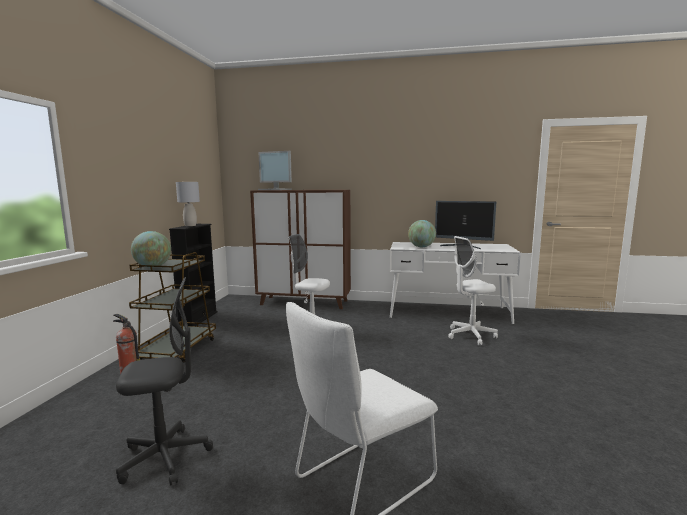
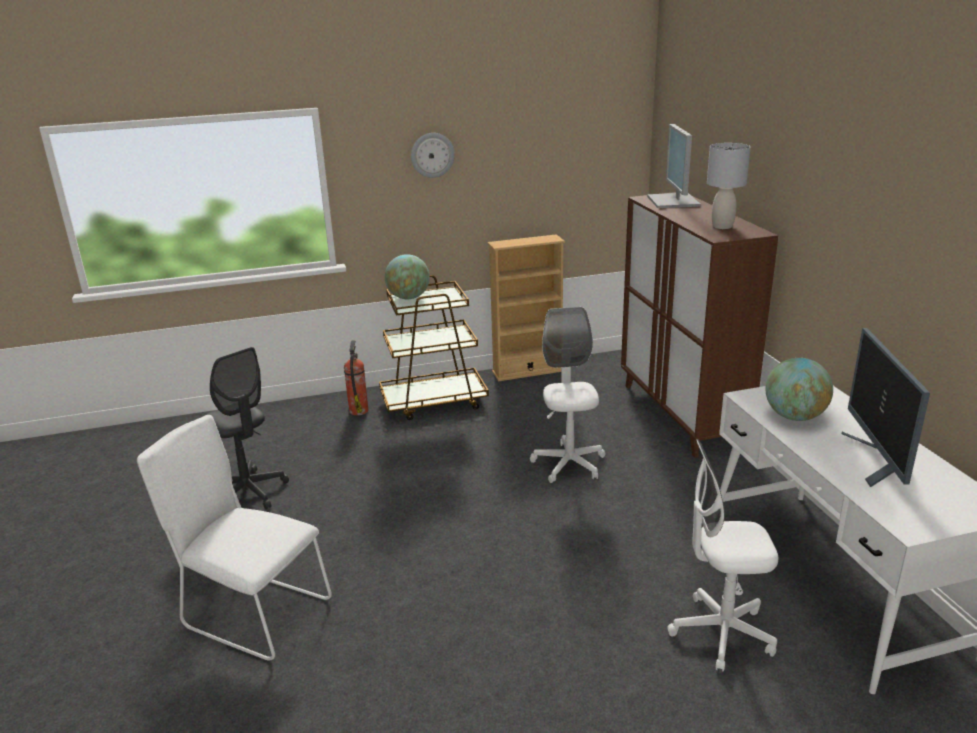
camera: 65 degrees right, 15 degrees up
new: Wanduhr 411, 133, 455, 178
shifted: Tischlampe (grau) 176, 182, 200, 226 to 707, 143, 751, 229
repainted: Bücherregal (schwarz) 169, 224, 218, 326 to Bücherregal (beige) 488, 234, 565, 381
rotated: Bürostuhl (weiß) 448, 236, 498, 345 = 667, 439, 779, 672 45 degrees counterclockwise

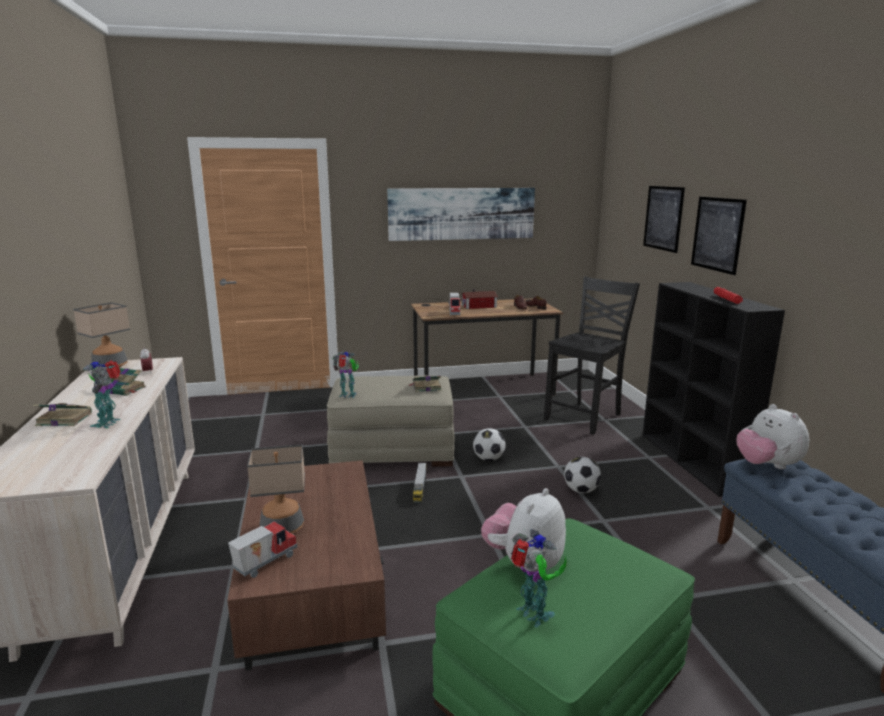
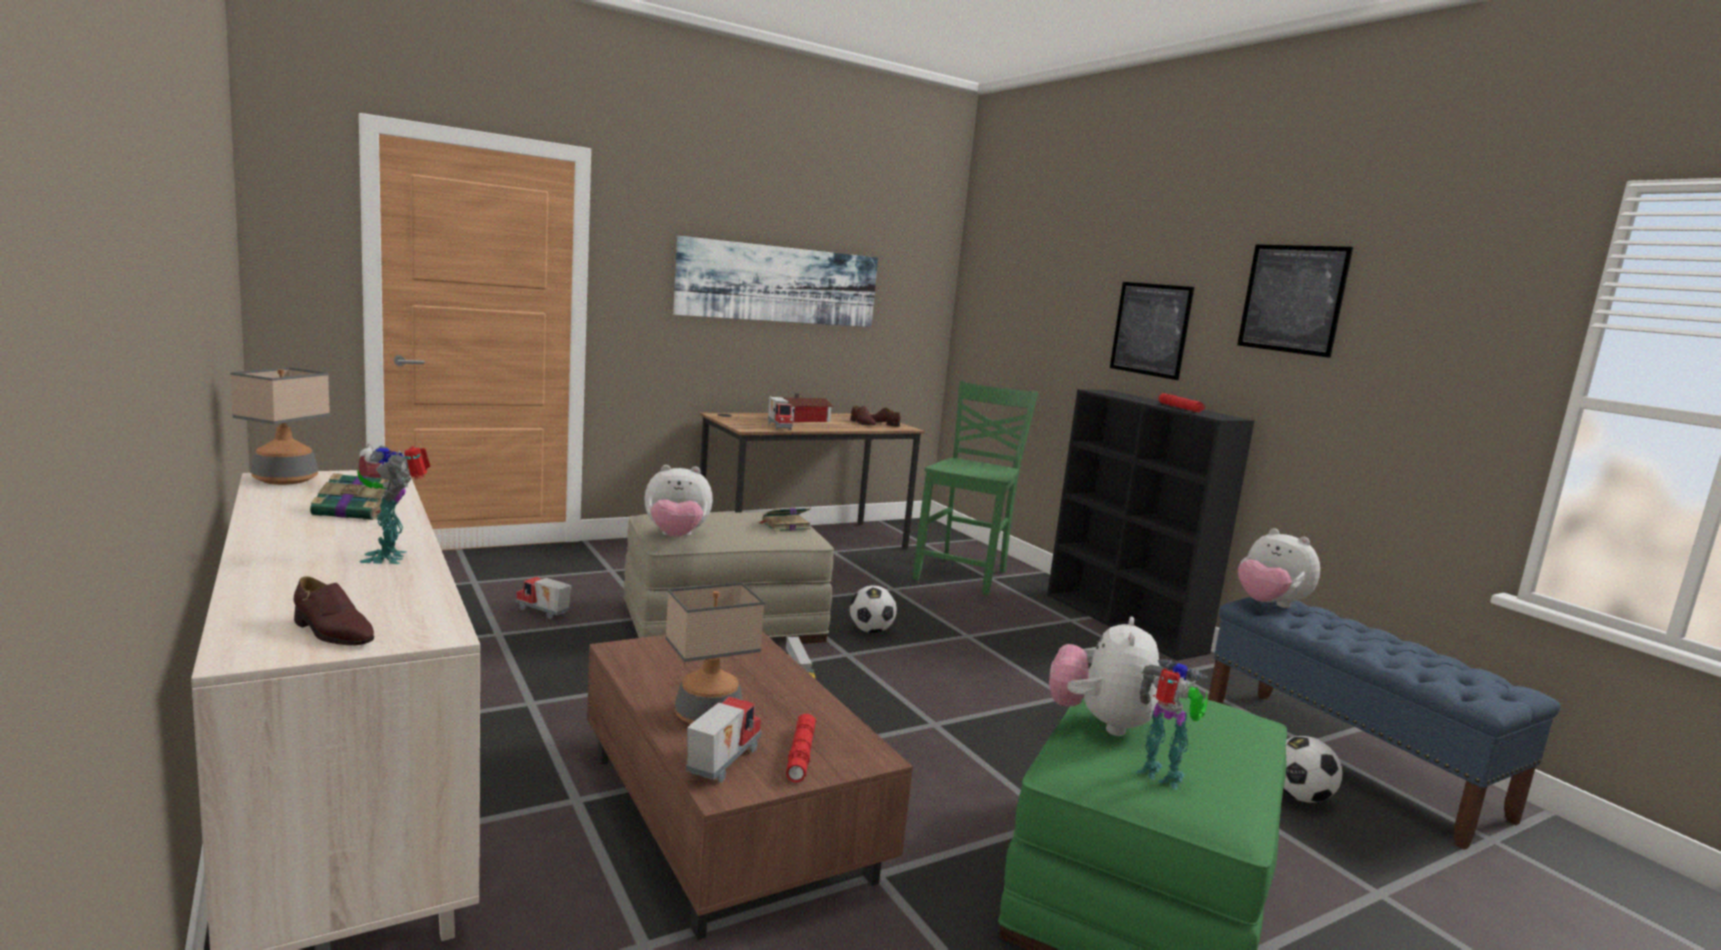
camera: 20 degrees left, 5 degrees down
gone: Buch 33, 403, 92, 426
new: Schuh (braun) 294, 576, 374, 646; Spielzeuglaster 516, 577, 572, 619; Taschenlampe (rot) 786, 714, 816, 783
shifted: Bild 643, 186, 685, 253 to 1237, 244, 1353, 358; Fußball 564, 457, 601, 493 to 1283, 736, 1343, 803
swapped: Spielzeugroboter 333, 351, 359, 398 to Plüschtier 644, 465, 713, 537
repainted: Stuhl (schwarz) 544, 276, 640, 434 to Stuhl (grün) 912, 381, 1038, 596

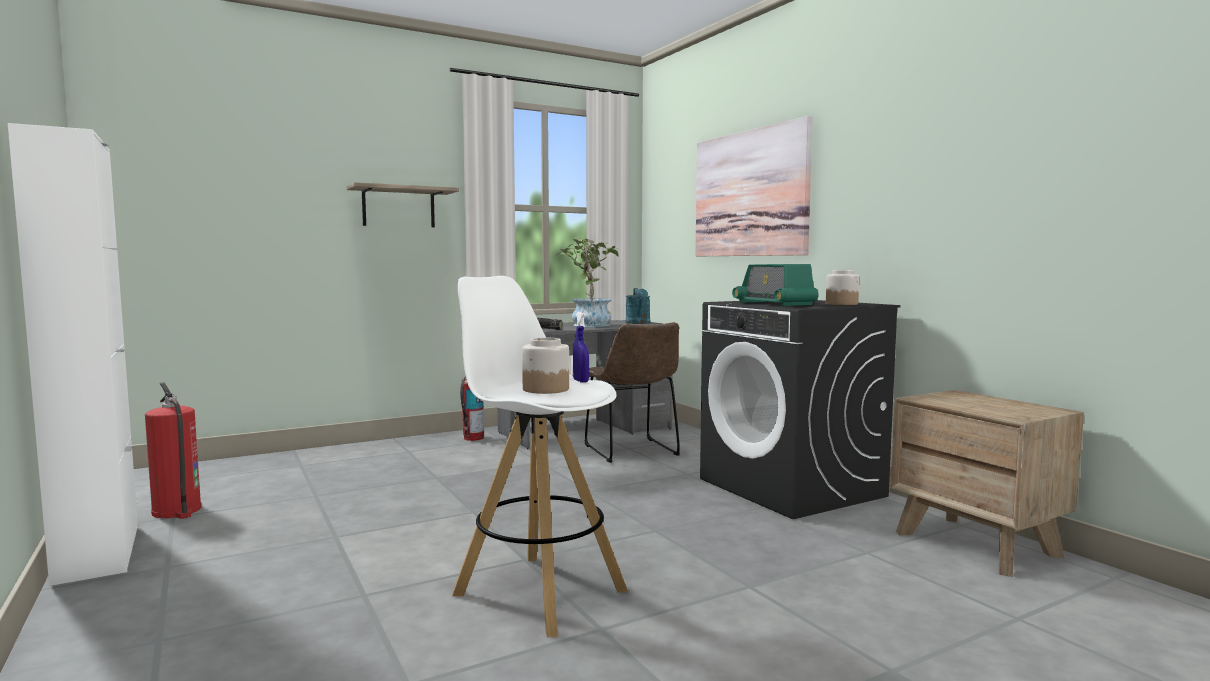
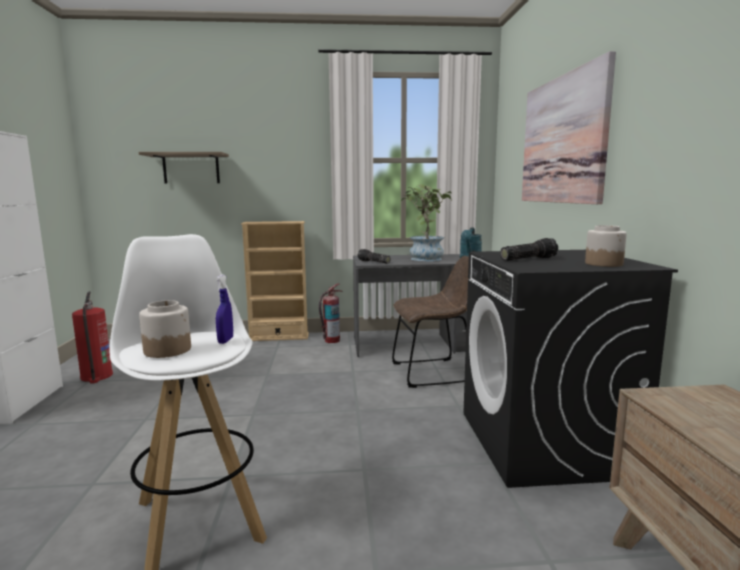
camera: 25 degrees right, 5 degrees up
new: Bücherregal (beige) 241, 221, 309, 341
shifted: Wandregal 347, 182, 459, 227 to 139, 152, 229, 184
swapped: Radio 732, 264, 819, 306 to Taschenlampe 500, 238, 558, 261
rotated: Stuhl (braun) 585, 322, 680, 463 = 392, 256, 469, 388 105 degrees counterclockwise

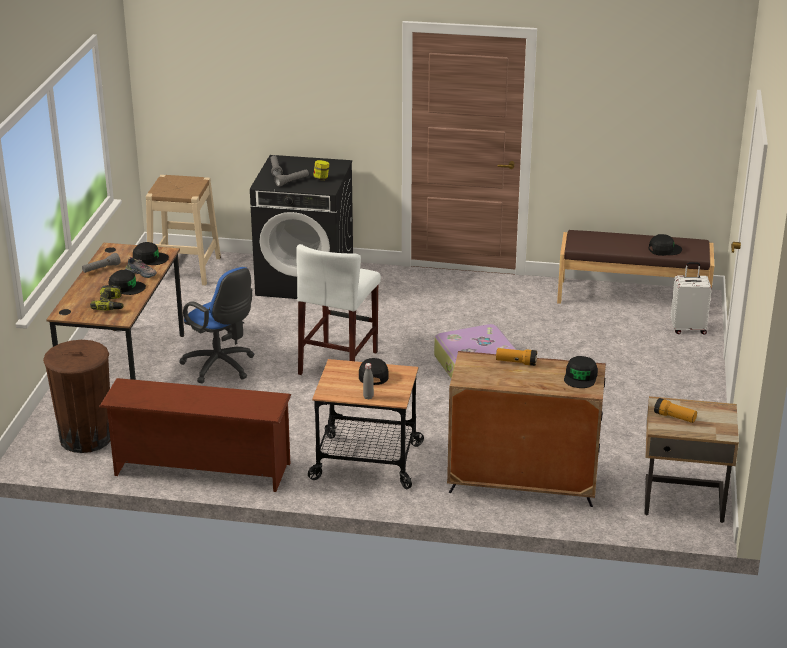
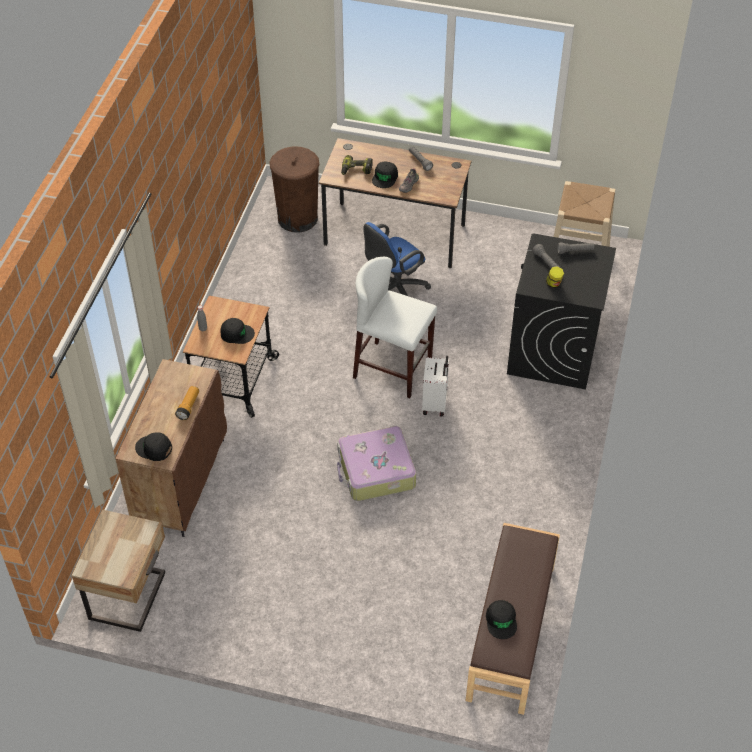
camera: 95 degrees right, 20 degrees up
gone: Kappe (schwarz) 133, 242, 169, 265; Schuhregal (braun) 99, 378, 291, 492; Taschenlampe 654, 398, 697, 423
shifted: Koffer (weiß) 670, 262, 712, 335 to 422, 356, 449, 417

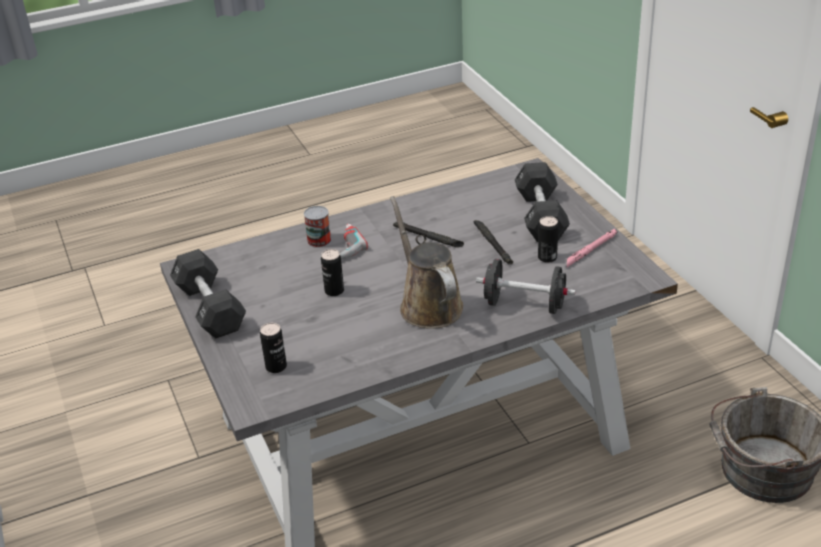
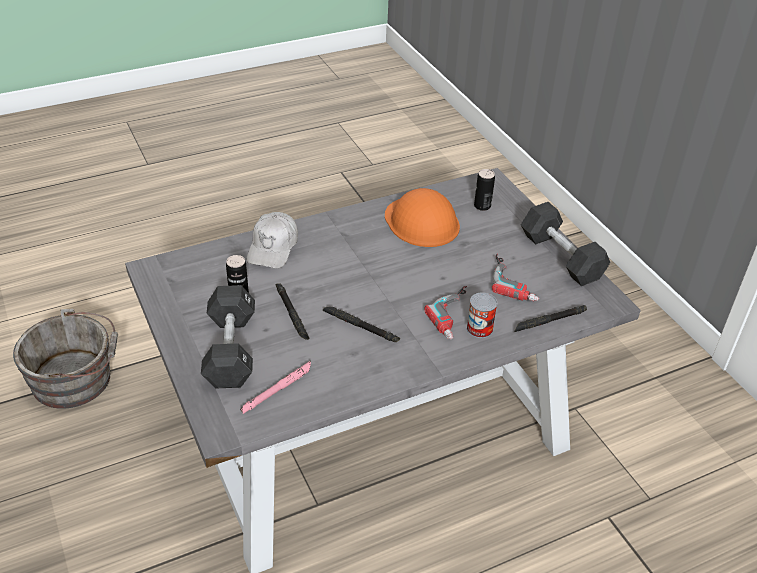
camera: 175 degrees right, 5 degrees up
gone: Gießkanne (braun) 390, 196, 463, 329; Dose 321, 249, 344, 296
new: Schutzhelm (orange) 385, 188, 460, 247; Bohrmaschine 492, 254, 539, 301; Taschenlampe (schwarz) 515, 305, 587, 332
shifted: Taschenlampe (rosa) 566, 228, 617, 268 to 240, 361, 311, 414
swapped: Hantel (schwarz) 476, 259, 575, 314 to Kappe (weiß) 247, 212, 298, 268

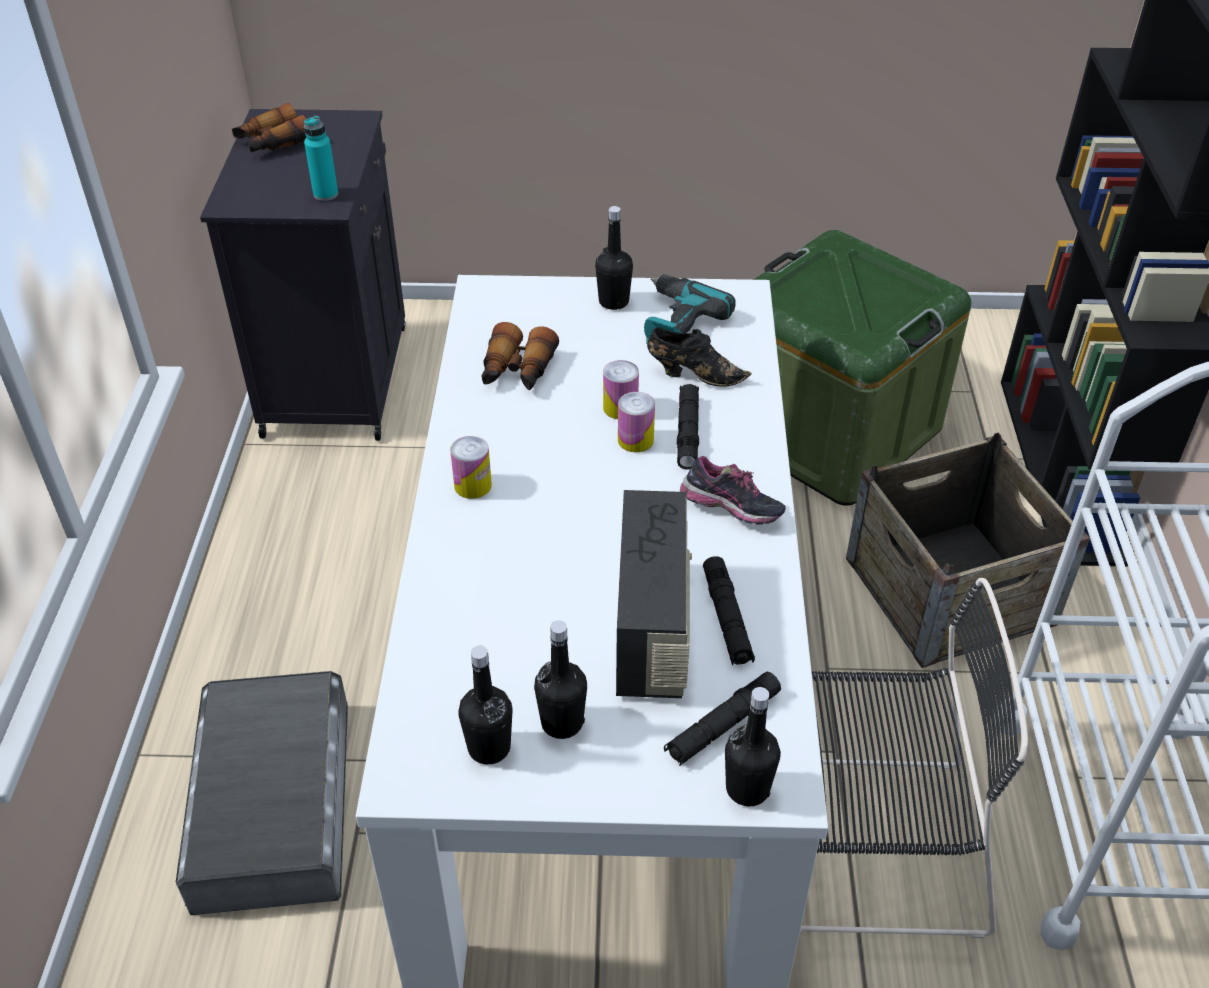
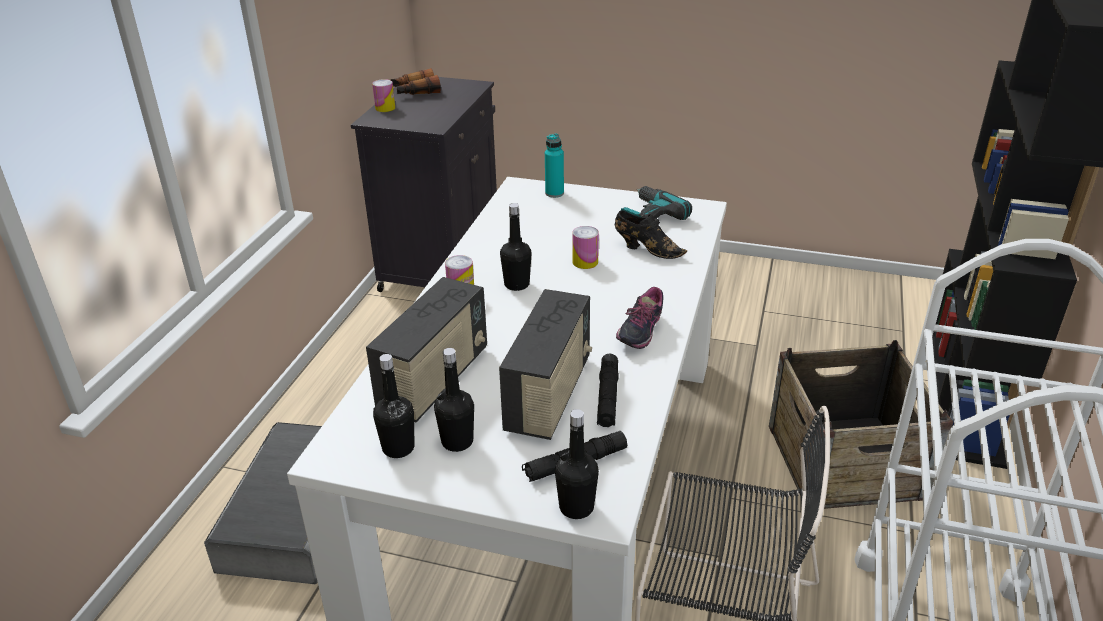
camera: 15 degrees right, 10 degrees down
gone: Aufbewahrungsbox (grün) 754, 230, 971, 506; Fernglas 482, 322, 559, 390; Taschenlampe (schwarz) 677, 384, 699, 470
new: Radio 366, 277, 487, 422
shifted: Flasche (türkis) 304, 116, 338, 201 to 545, 133, 564, 198; Flasche (schwarz) 595, 206, 633, 310 to 500, 203, 532, 291; Dose 618, 392, 655, 452 to 372, 79, 395, 112
rotated: Schuh 680, 456, 786, 524 = 616, 287, 663, 349 75 degrees clockwise

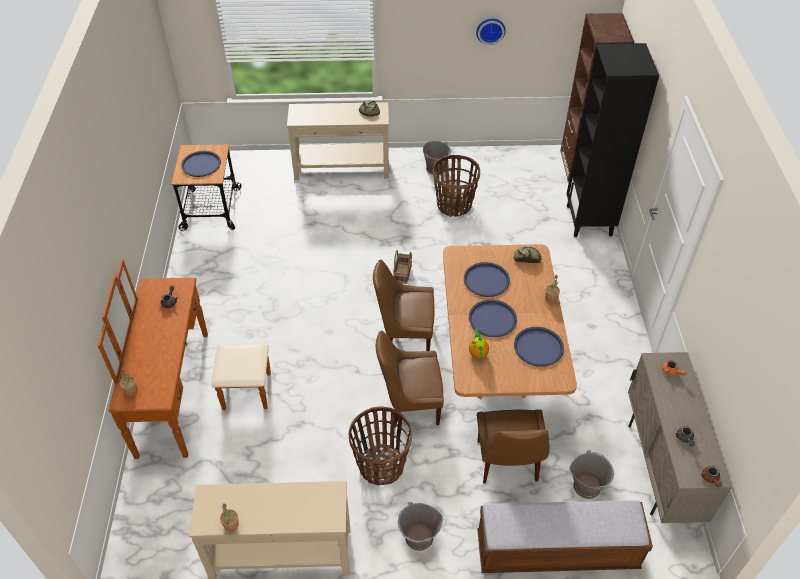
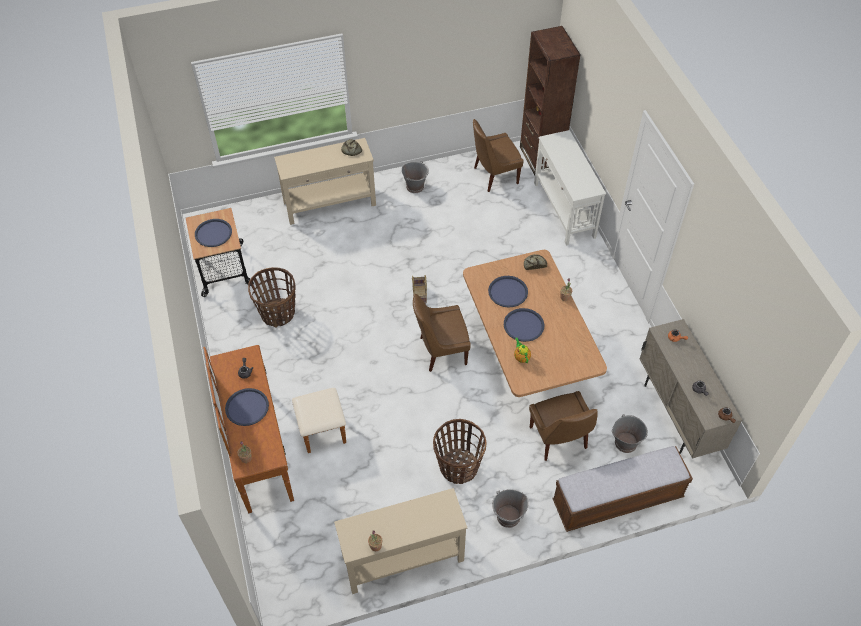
camera: 15 degrees left, 5 degrees up
gone: Wanduhr 476, 18, 506, 45
shifted: Korb 433, 155, 480, 217 to 248, 267, 296, 327; Tablett (blau) 514, 327, 564, 367 to 225, 388, 269, 426; Stuhl (braun) 376, 330, 444, 427 to 473, 119, 524, 192
swapped: Bücherregal (schwarz) 567, 43, 659, 237 to Konsolentisch (weiß) 534, 130, 606, 246

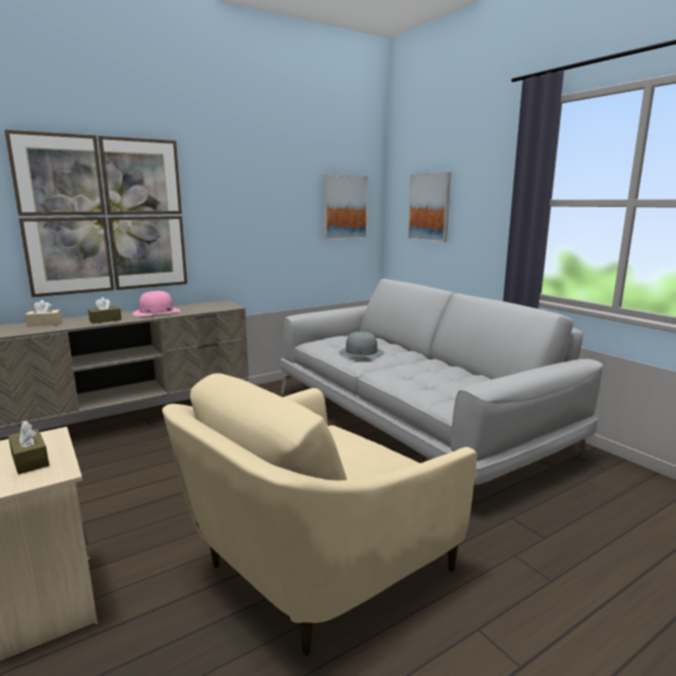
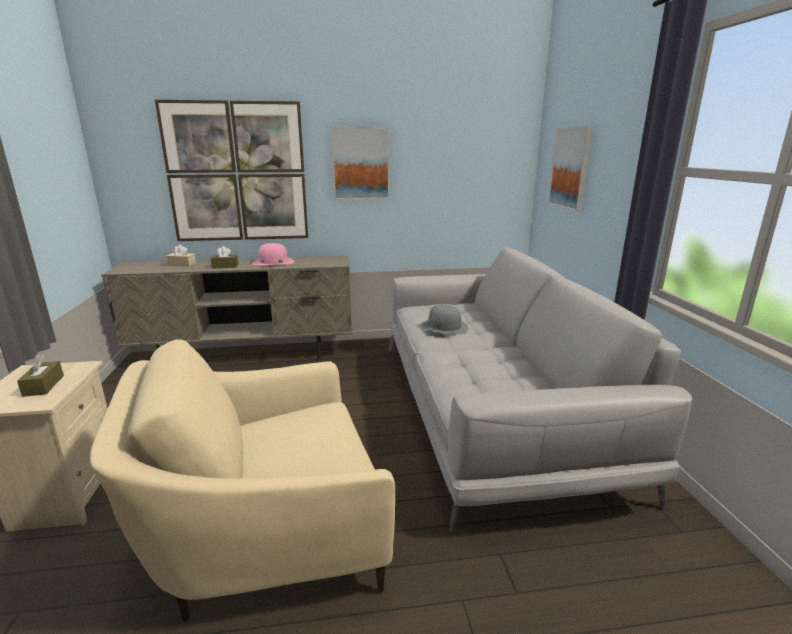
camera: 25 degrees right, 5 degrees up
shifted: Bild 323, 174, 368, 240 to 331, 126, 390, 200

